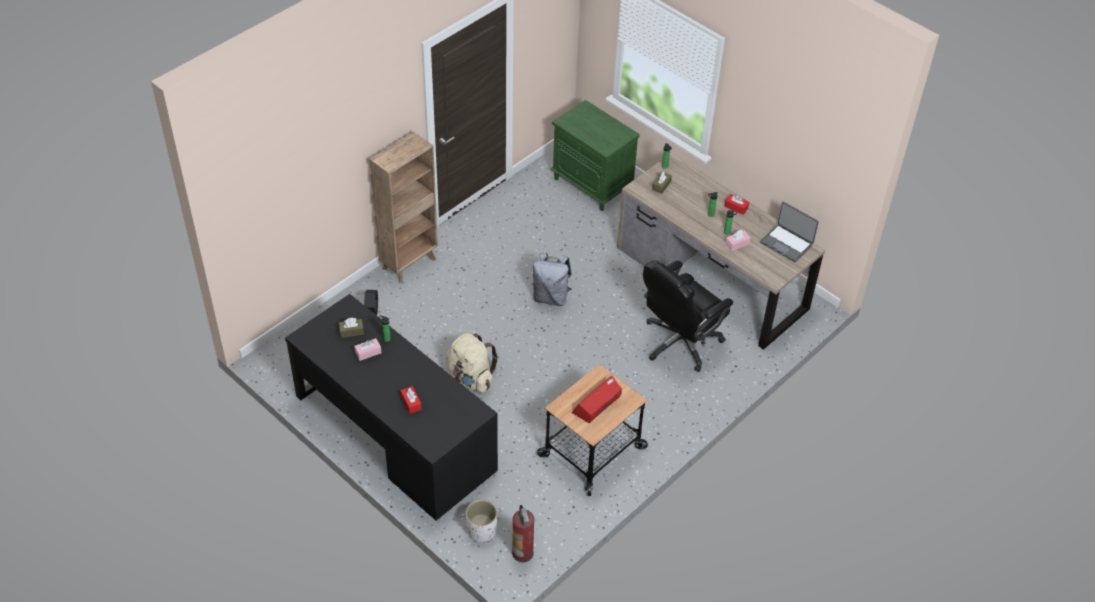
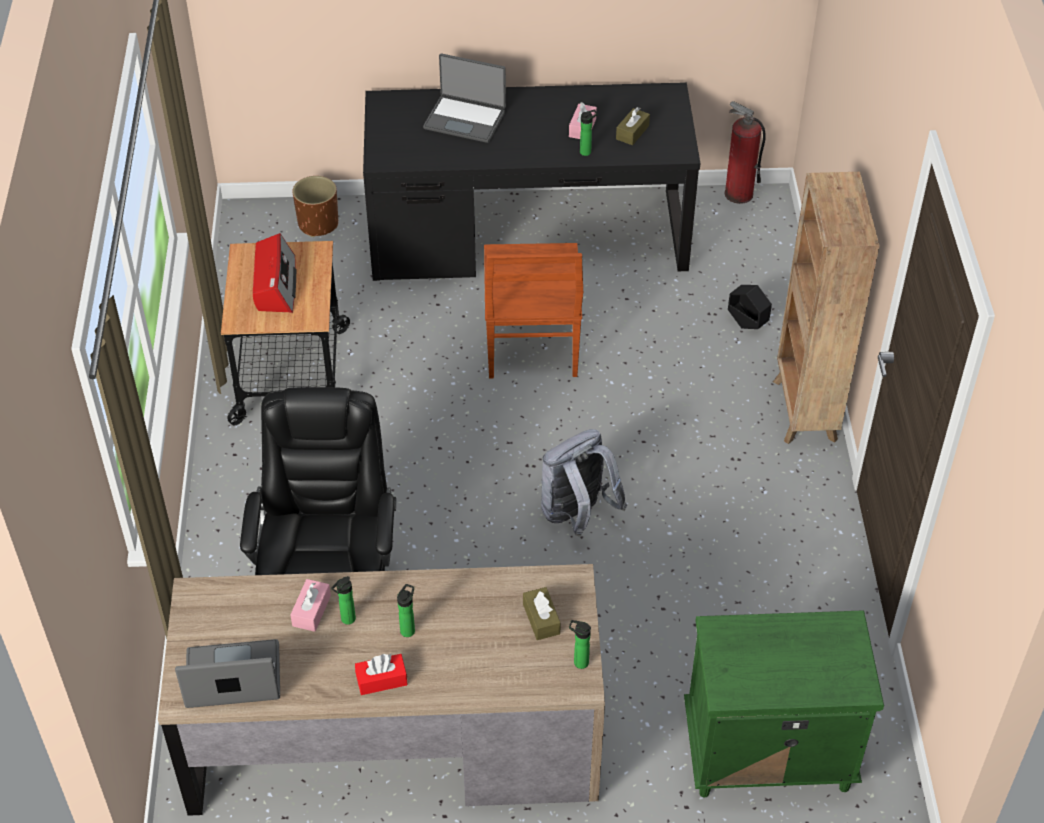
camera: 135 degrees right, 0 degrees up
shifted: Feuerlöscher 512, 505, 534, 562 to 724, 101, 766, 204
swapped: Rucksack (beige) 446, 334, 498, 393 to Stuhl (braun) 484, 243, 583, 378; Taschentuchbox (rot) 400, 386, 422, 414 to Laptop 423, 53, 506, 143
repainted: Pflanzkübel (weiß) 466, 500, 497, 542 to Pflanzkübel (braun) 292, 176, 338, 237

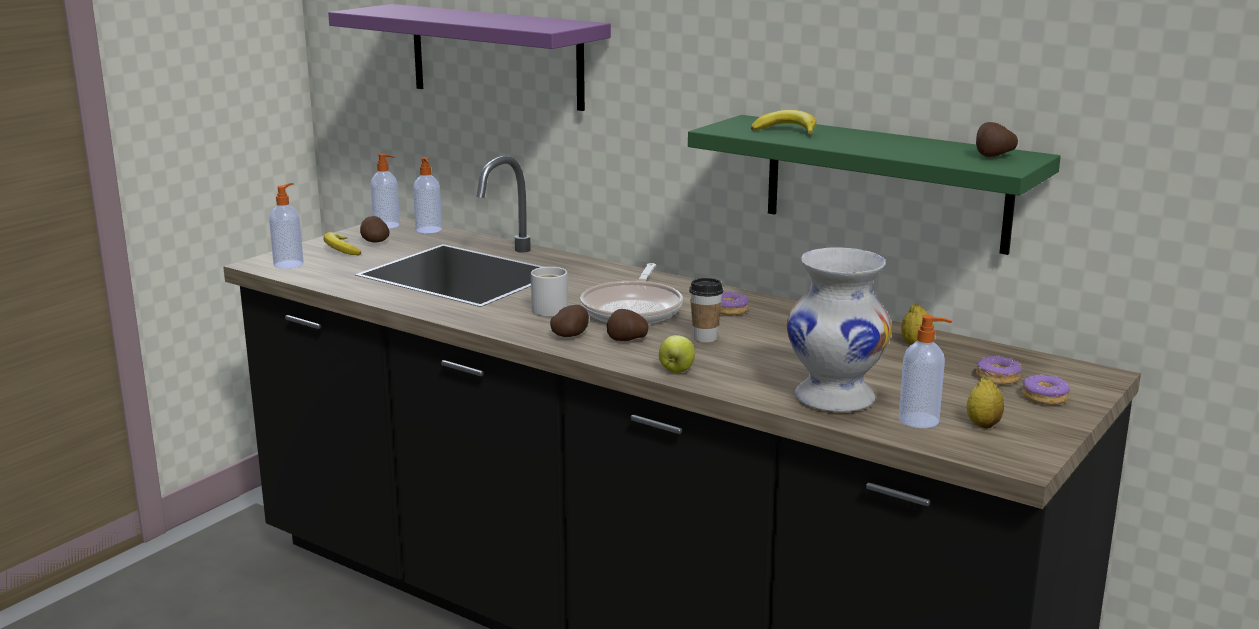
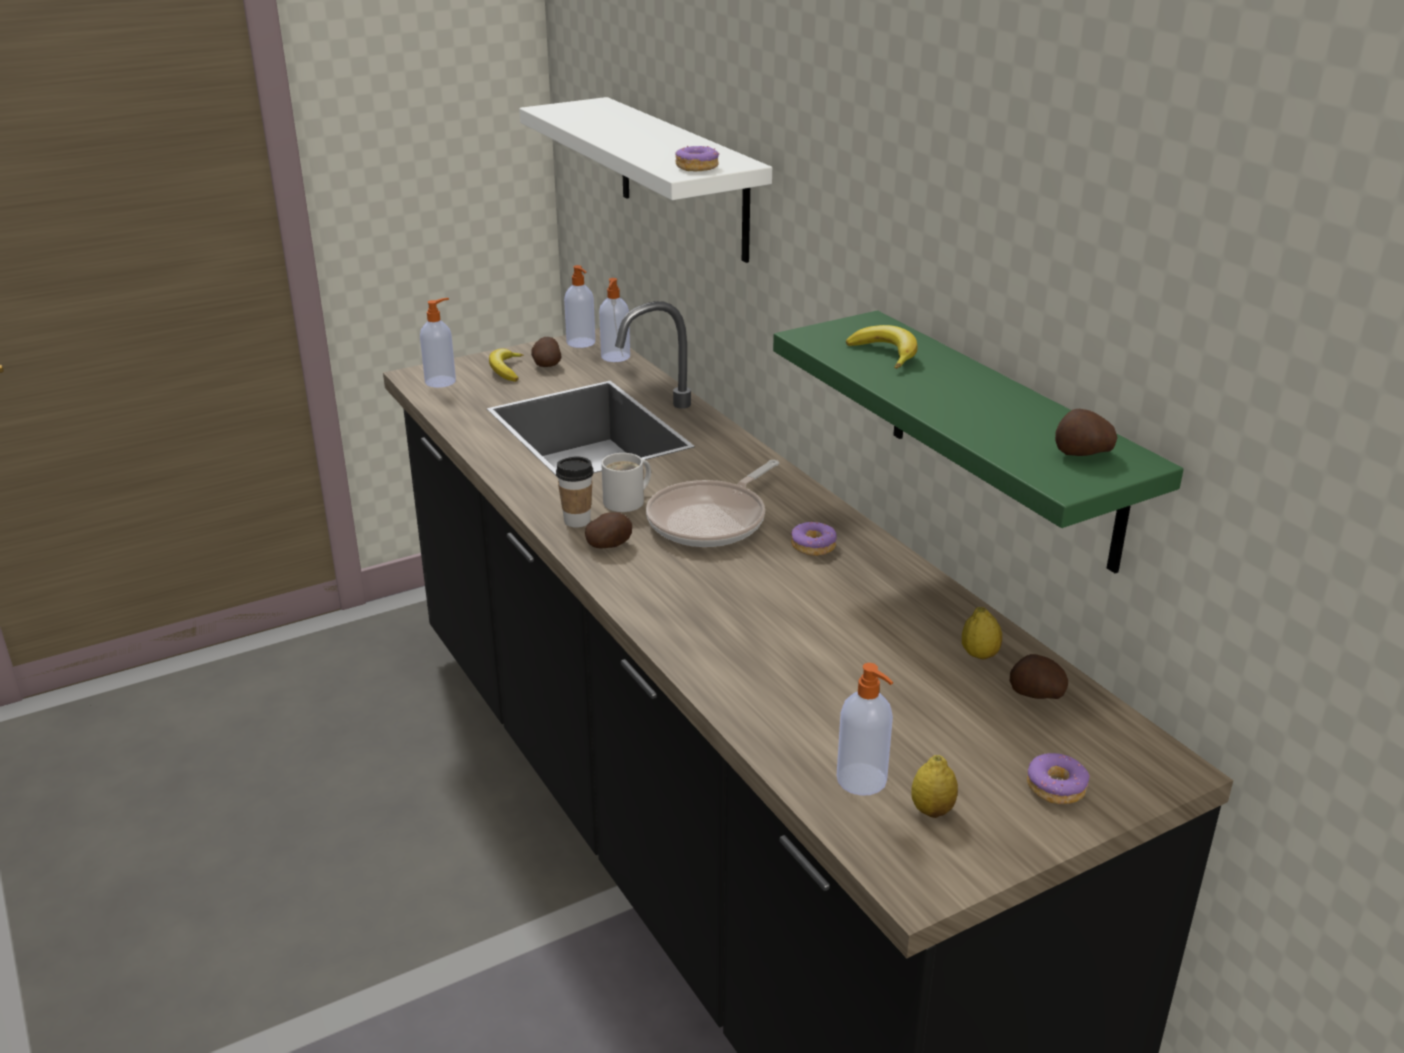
camera: 25 degrees right, 10 degrees up
gone: Vase (weiß) 787, 247, 892, 412; Apfel 659, 335, 695, 373
shifted: Tasse 689, 278, 723, 342 to 556, 457, 594, 527; Kartoffel 607, 309, 648, 341 to 1010, 654, 1068, 699; Donut 976, 355, 1022, 385 to 675, 146, 719, 172
repainted: Wandregal (lila) 328, 4, 611, 111 to Wandregal (weiß) 519, 97, 772, 263

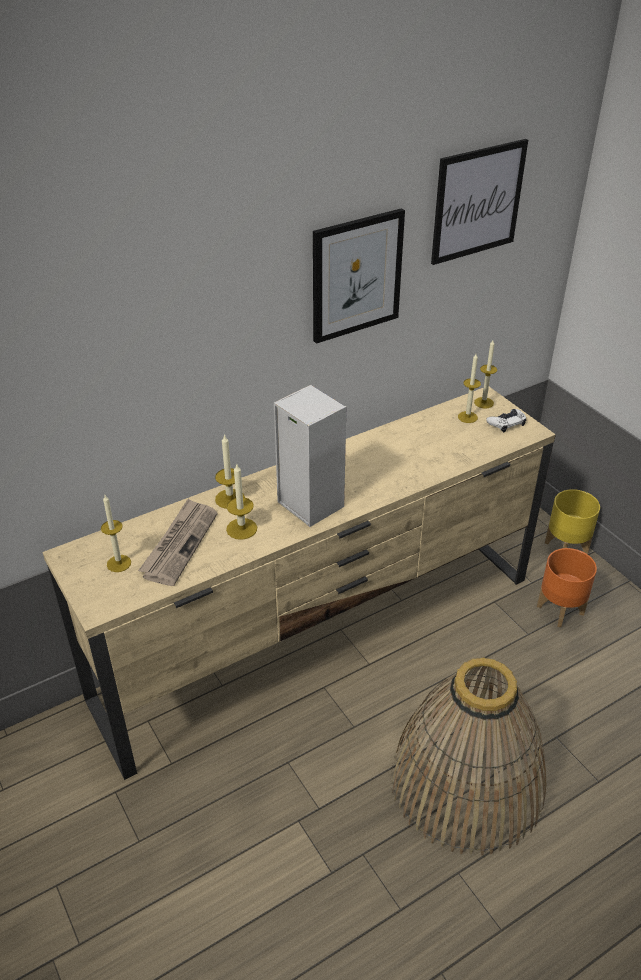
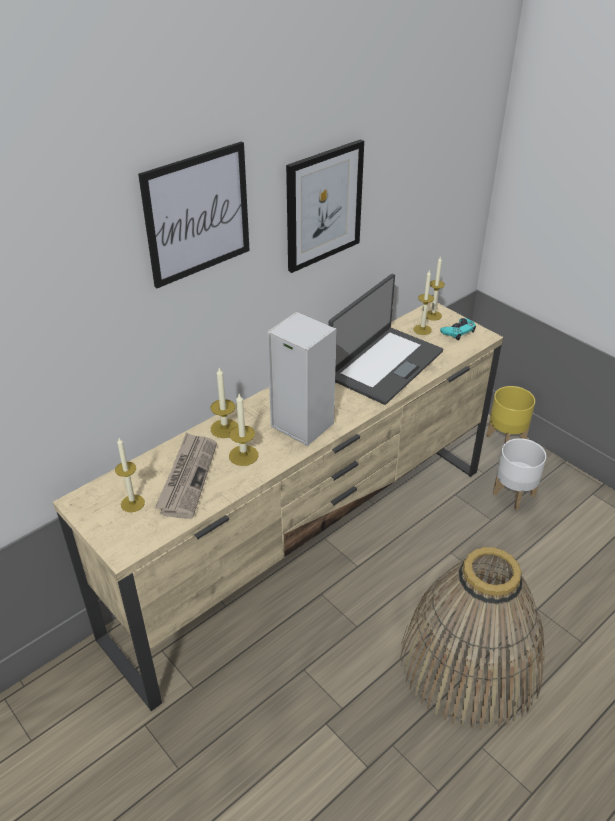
camera: 10 degrees left, 0 degrees up
new: Laptop 328, 274, 443, 405
shifted: Bild 431, 139, 528, 265 to 138, 142, 250, 288
repainted: Gamepad (weiß) 486, 409, 526, 432 to Gamepad (türkis) 440, 318, 476, 340; Pflanzkübel (orange) 537, 548, 597, 627 to Pflanzkübel (weiß) 493, 438, 546, 510

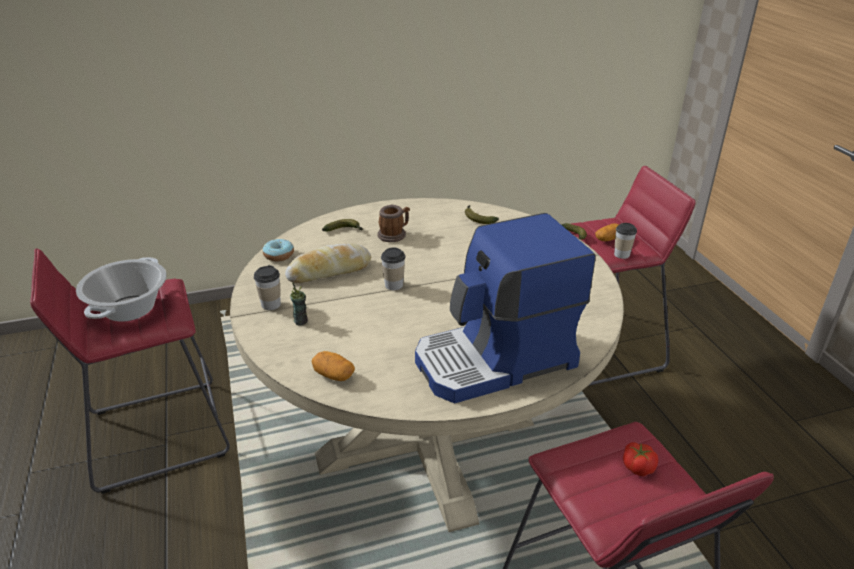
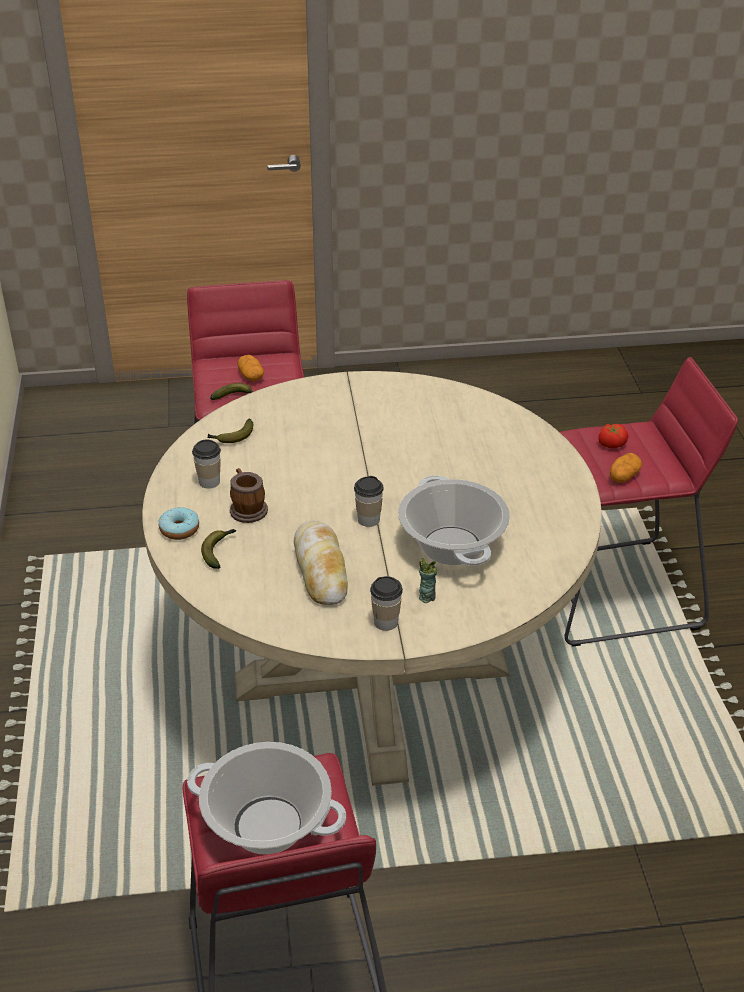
camera: 80 degrees left, 5 degrees up
gone: Kaffeemaschine 415, 213, 596, 403
new: Kochtopf 398, 475, 510, 566
shifted: Tasse 614, 223, 637, 259 to 192, 439, 221, 489; Donut 263, 239, 294, 261 to 159, 507, 199, 540; Kartoffel 312, 351, 355, 381 to 610, 453, 642, 483

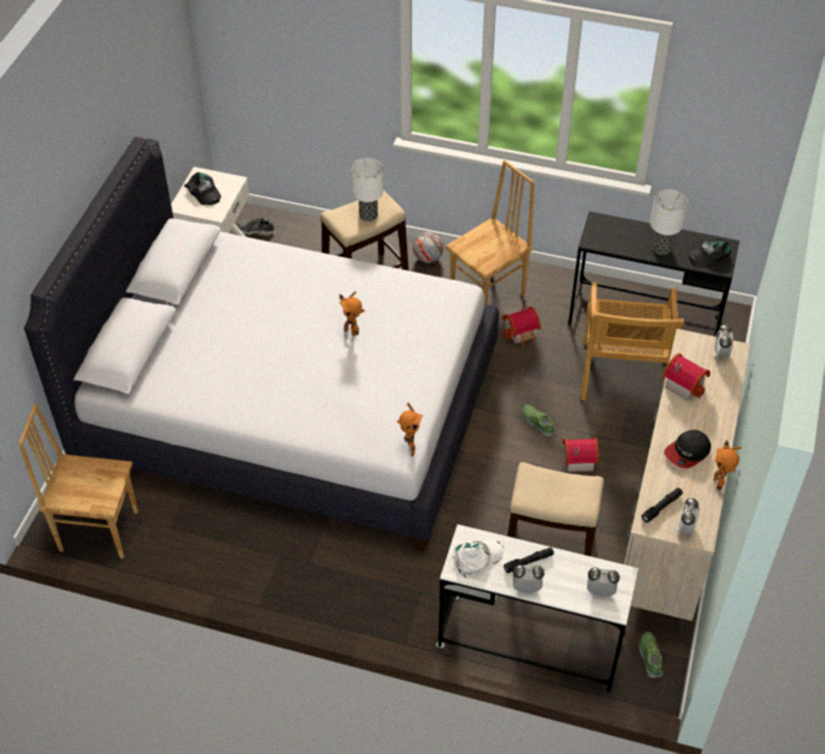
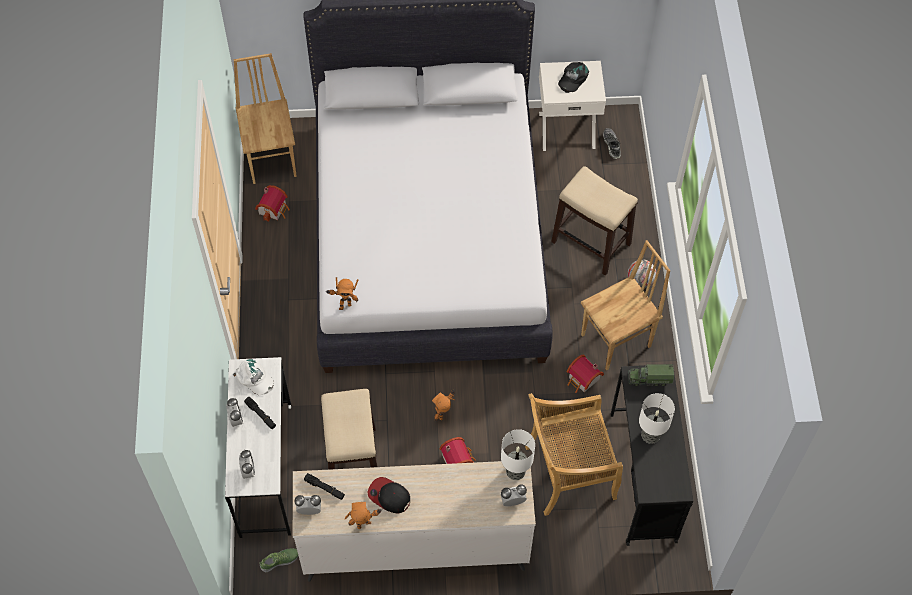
camera: 70 degrees right, 10 degrees up
gone: Kappe (schwarz) 688, 237, 731, 267; Schuh 522, 404, 555, 437
new: Spielzeuglaster 628, 364, 674, 386
shifted: Tischlampe 351, 158, 383, 222 to 501, 429, 535, 480; Spielzeugroboter 339, 292, 365, 336 to 432, 390, 455, 421; Spielzeughaus 663, 353, 710, 401 to 255, 185, 290, 222
rotated: Stuhl (braun) 445, 160, 535, 304 = 581, 240, 670, 370 60 degrees counterclockwise

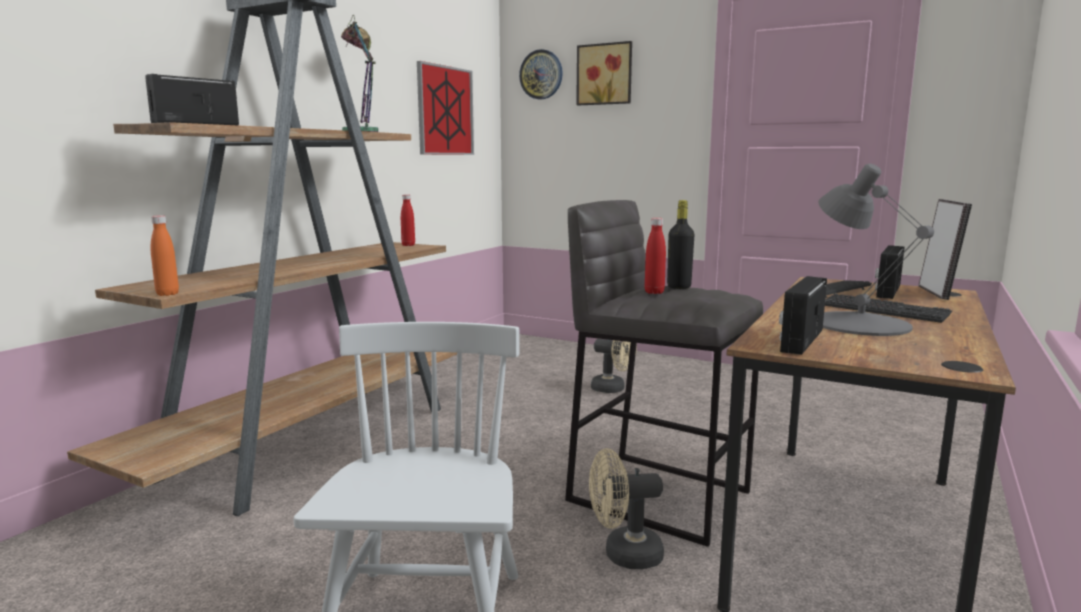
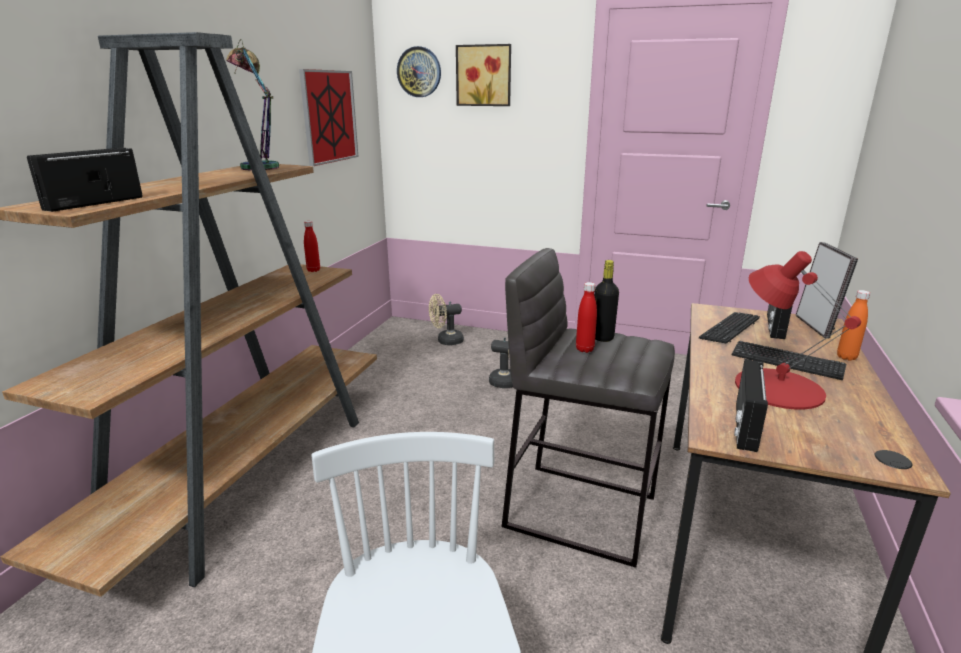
camera: 10 degrees left, 10 degrees up
shifted: Flasche (orange) 151, 215, 179, 296 to 837, 290, 870, 361; Ventilator (beige) 589, 448, 664, 569 to 429, 294, 464, 345
repainted: Tischlampe (grau) 818, 164, 934, 336 to Tischlampe (rot) 735, 251, 861, 409

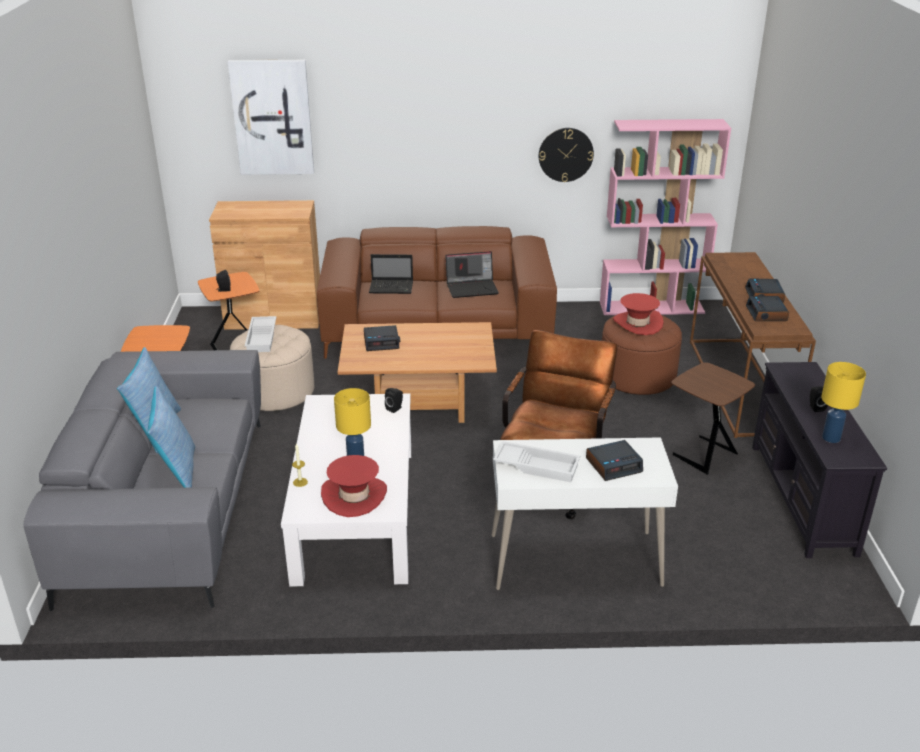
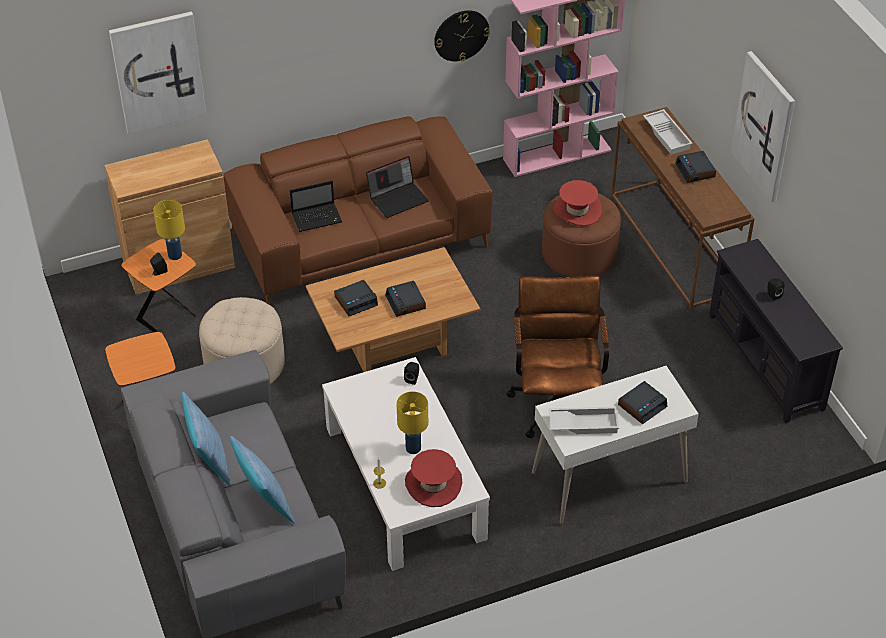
camera: 20 degrees left, 15 degrees up
gone: Beistelltisch (braun) 671, 362, 755, 475
new: Bild 731, 51, 795, 202
shifted: Wecker 746, 296, 789, 321 to 385, 281, 426, 317; Tablett (weiß) 245, 316, 277, 352 to 643, 109, 693, 155; Tischlampe (gelb) 821, 362, 866, 443 to 153, 200, 185, 260

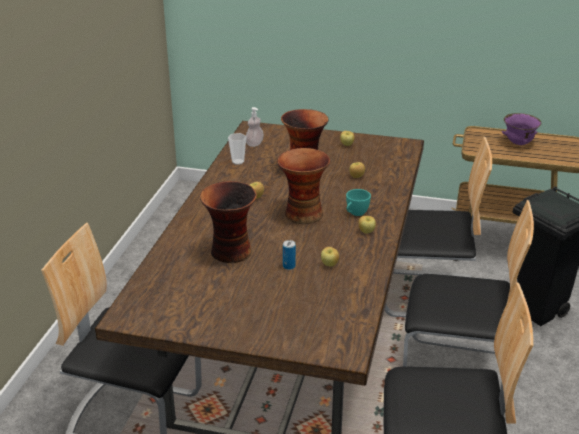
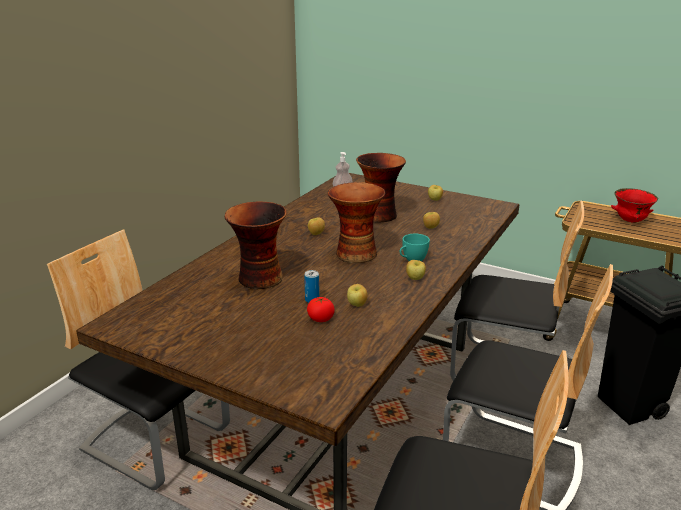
camera: 15 degrees right, 5 degrees down
gone: Tasse 228, 133, 246, 165
new: Tomate 307, 297, 335, 322
repainted: Schüssel (lila) 502, 113, 541, 145 to Schüssel (rot) 611, 188, 658, 222

